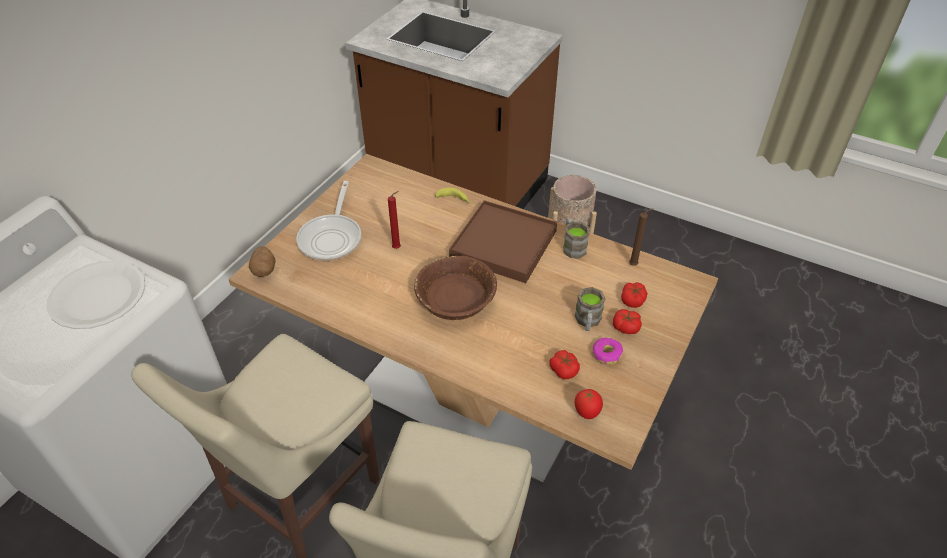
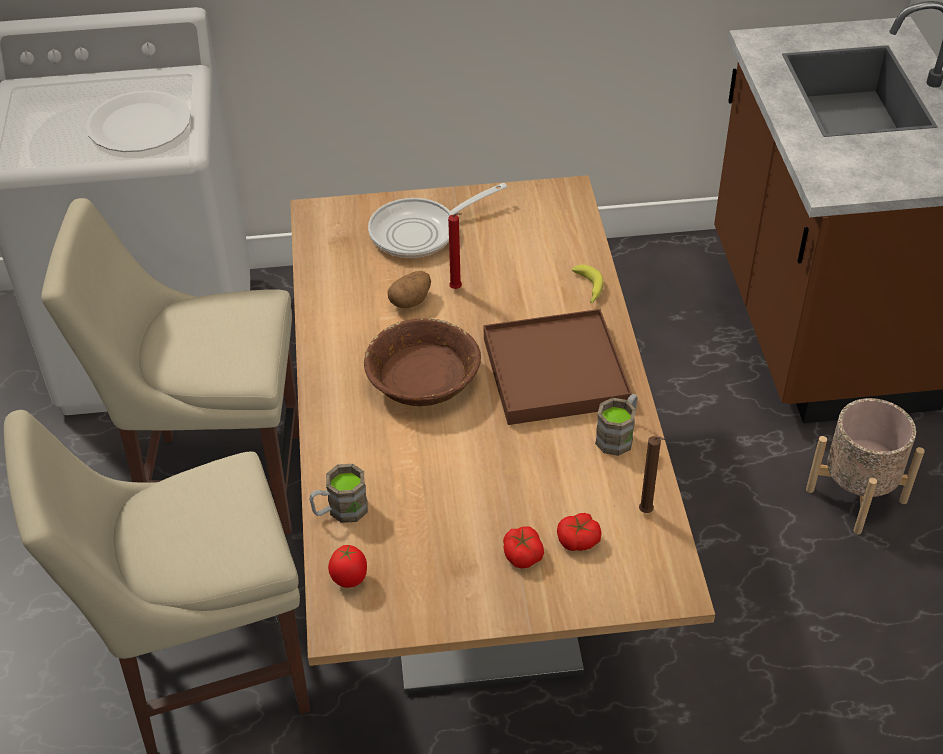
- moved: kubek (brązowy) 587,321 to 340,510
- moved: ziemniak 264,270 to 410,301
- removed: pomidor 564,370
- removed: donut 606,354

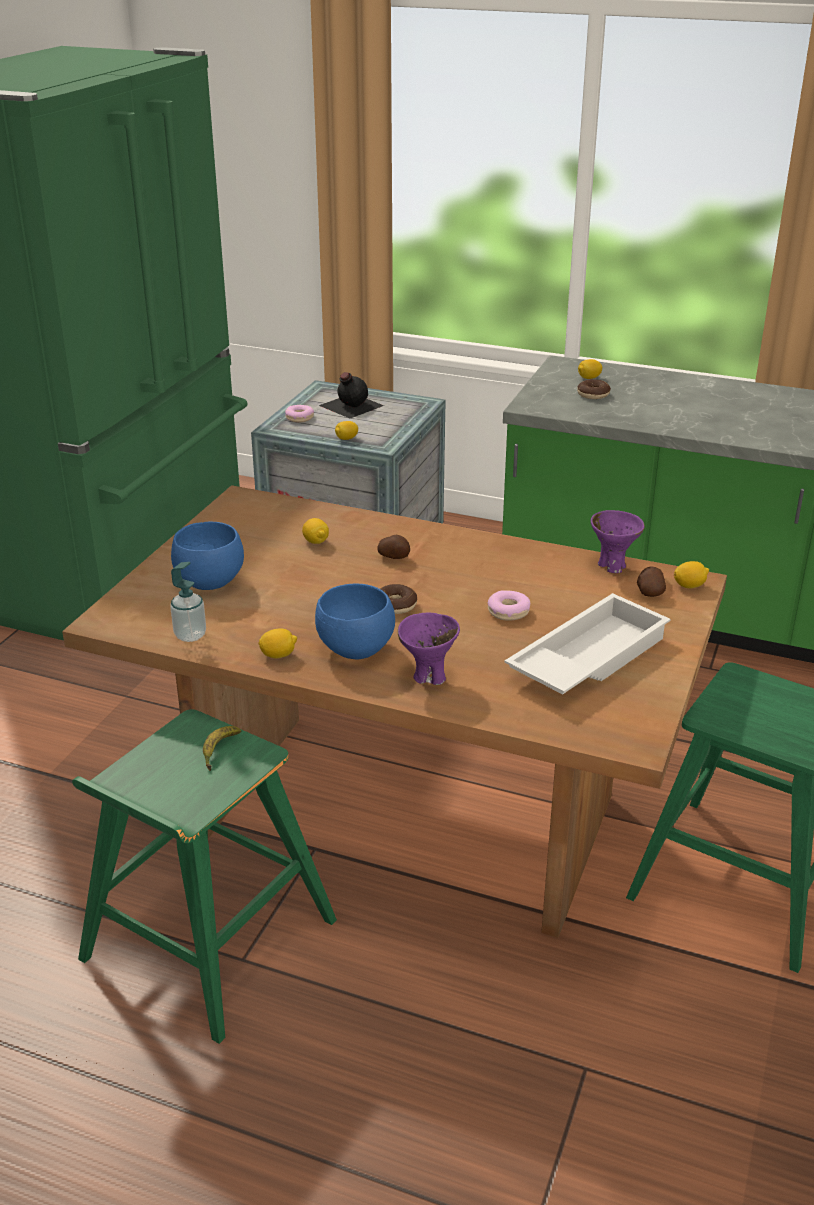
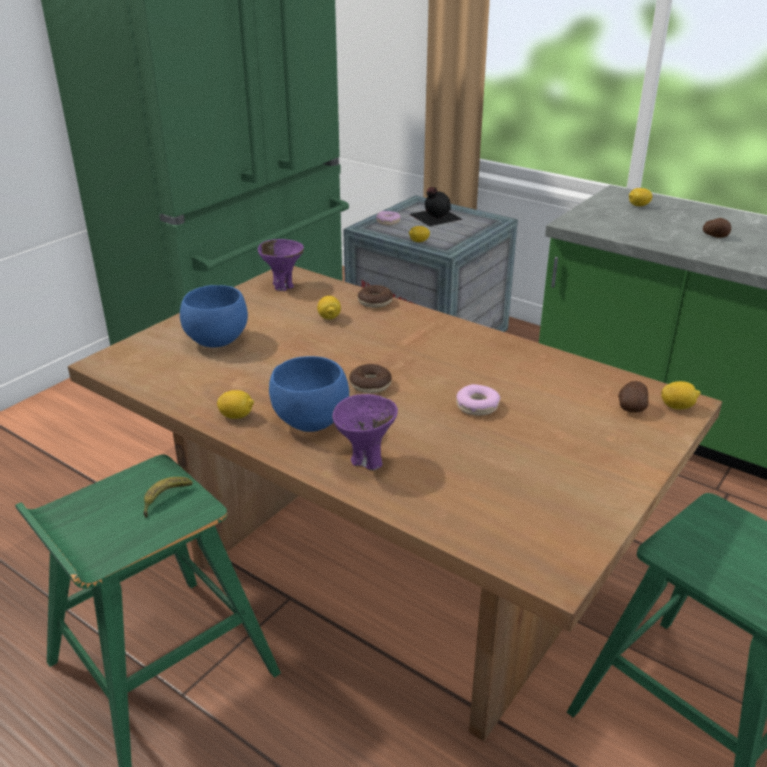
- moved: miska (fioletowy) 612,566 to 283,286
- moved: donut 593,394 to 375,302
- moved: ziemniak 394,557 to 715,236
- removed: dozownik mydła 190,635
- removed: taca (biały) 586,657

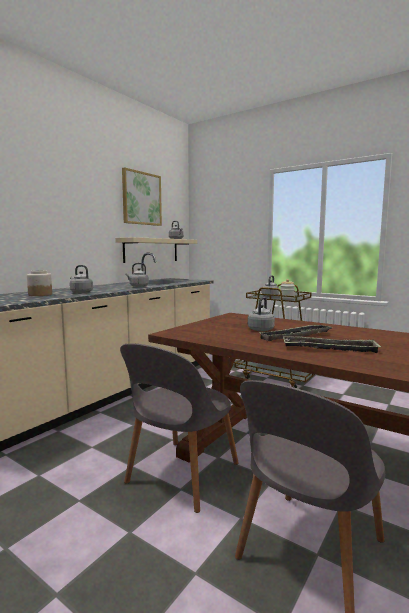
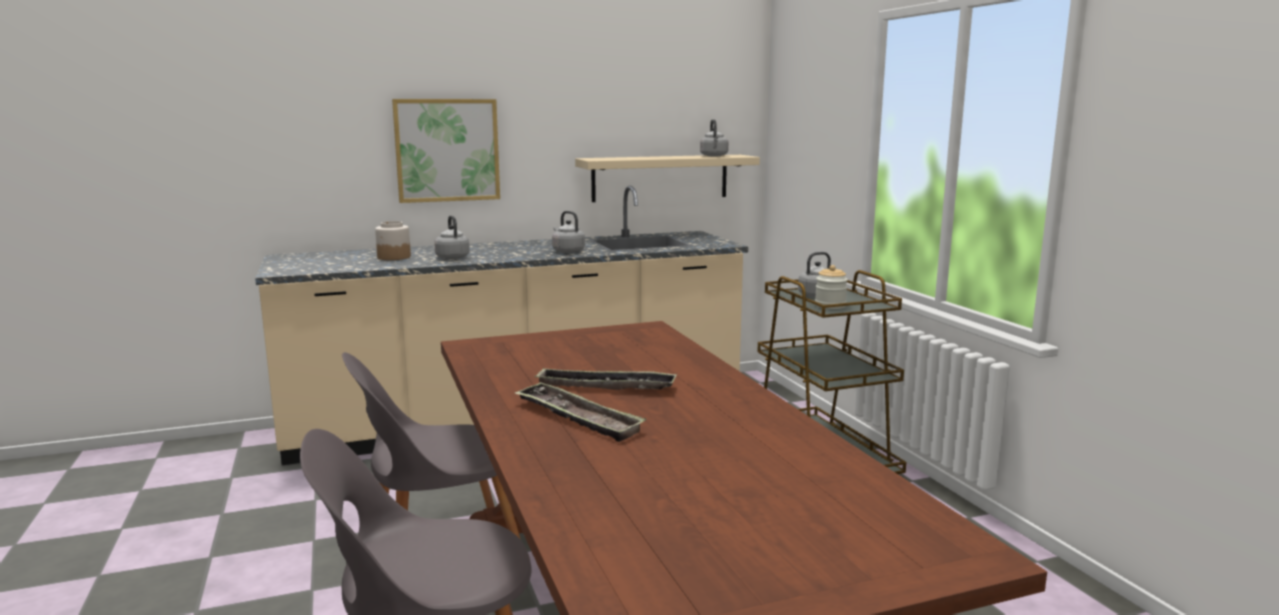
- moved: obraz 141,198 to 447,150
- removed: czajnik (szary) 261,329

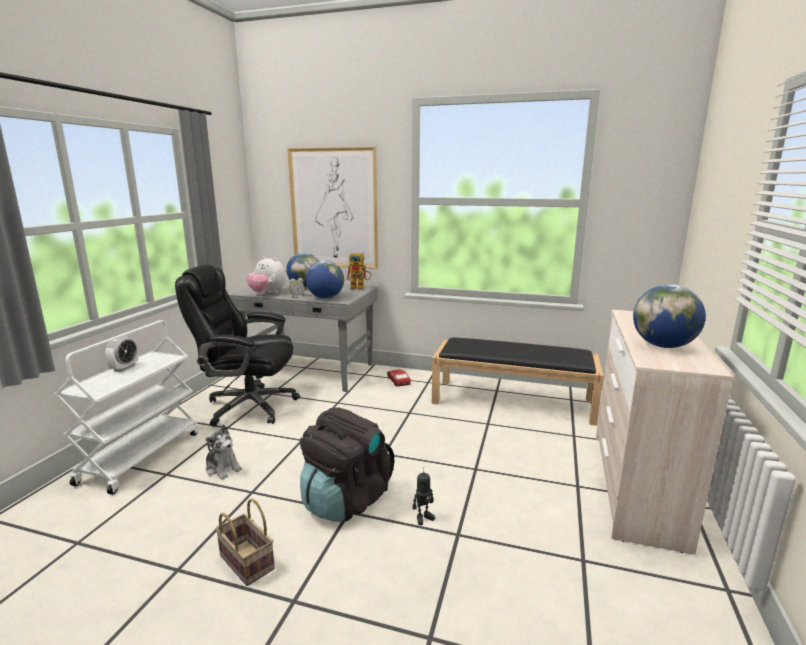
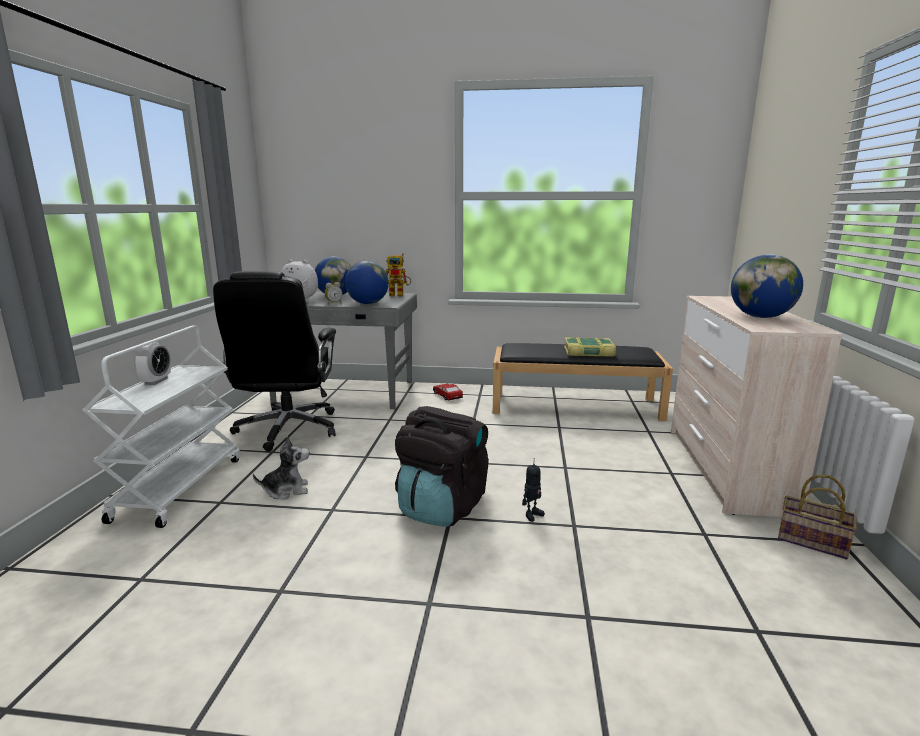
- turned: krzesło biurowe (czarny) 248,406 = 288,429 90 degrees counterclockwise
- turned: pluszak 223,468 = 286,490 45 degrees counterclockwise
- added: książka 588,352
- moved: koszyk 245,562 to 810,541
- removed: obraz 333,208

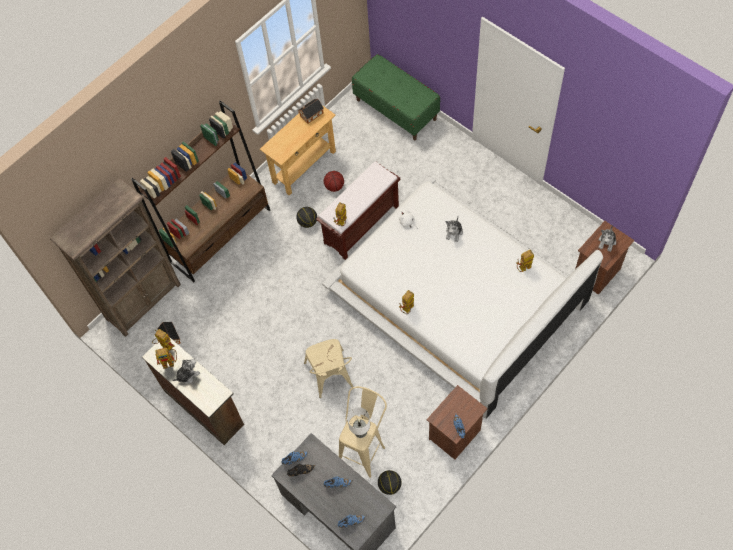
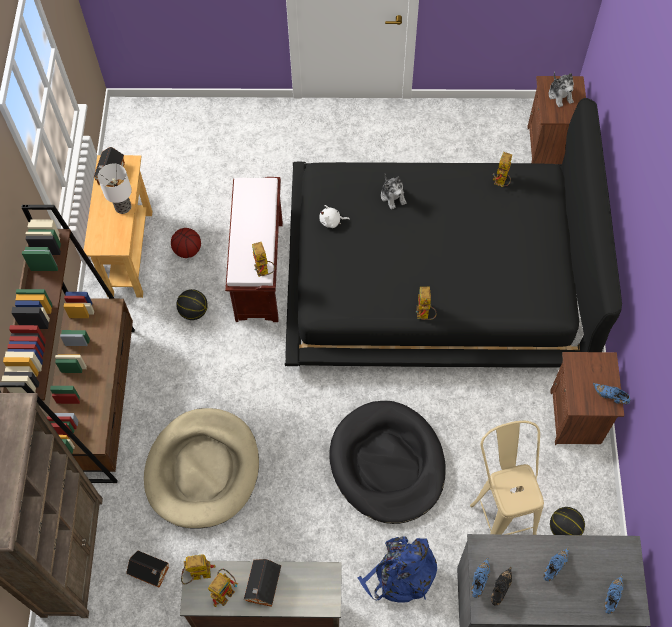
- moved: lampa stołowa 360,431 to 122,206
- added: legowisko (beżowy) 203,470
- replaced: pluszak 187,374 to domek 263,587
- recoloured: łóżko (biały) 457,297 to łóżko (czarny) 437,272
- replaced: krzesło (beżowy) 331,378 to legowisko (czarny) 387,464
- added: plecak (niebieski) 400,574
- removed: ławka (zielony) 396,109

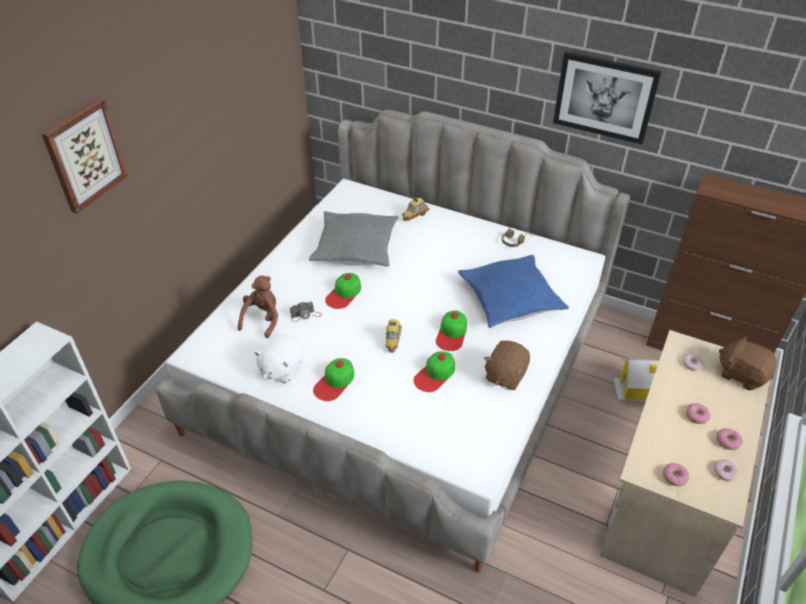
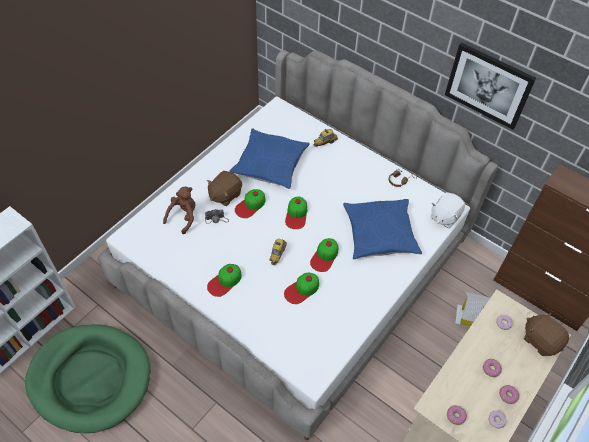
- moved: pluszak (brązowy) 505,375 to 225,195
- recoloured: poduszka (szary) 355,247 to poduszka (niebieski) 270,164
- added: czapka z daszkiem 296,214
- moved: pluszak (biały) 281,368 to 444,216
- removed: obraz 85,155

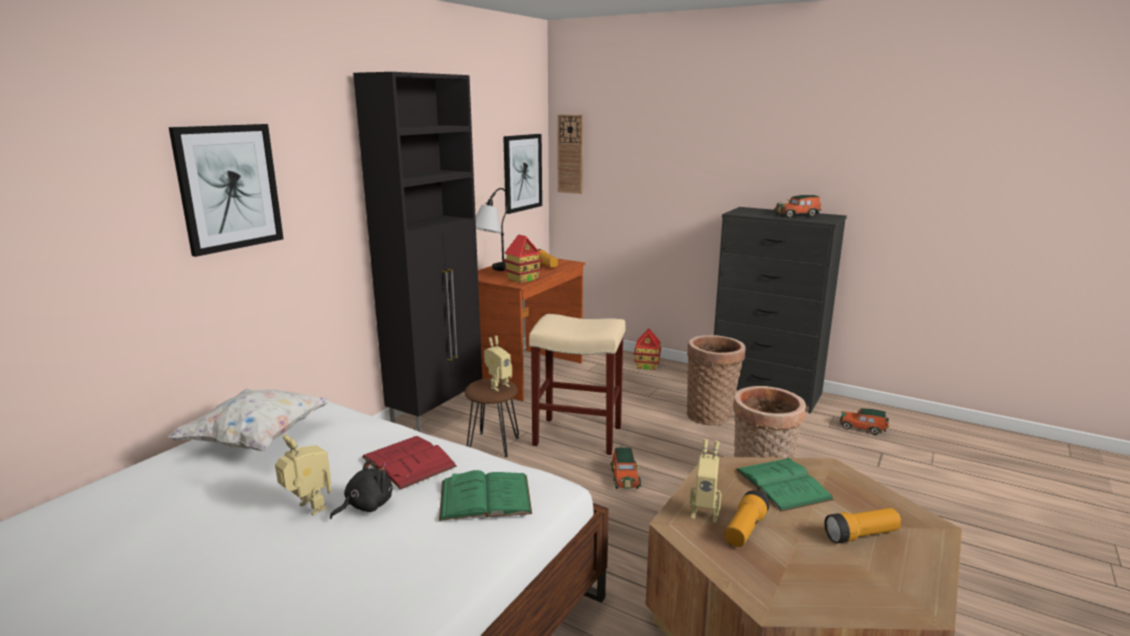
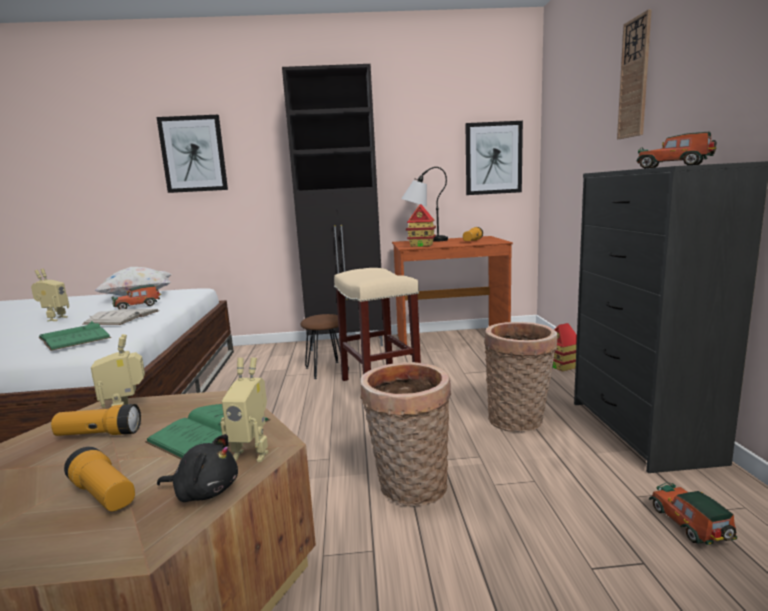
- recoloured: książka (czerwony) 408,462 to książka (biały) 122,317
- moved: samochodzik 624,478 to 138,306
- moved: pluszak (czarny) 366,506 to 204,491
- moved: robot zabawkowy 498,386 to 252,453
- moved: zegar ścienny 570,154 to 634,78

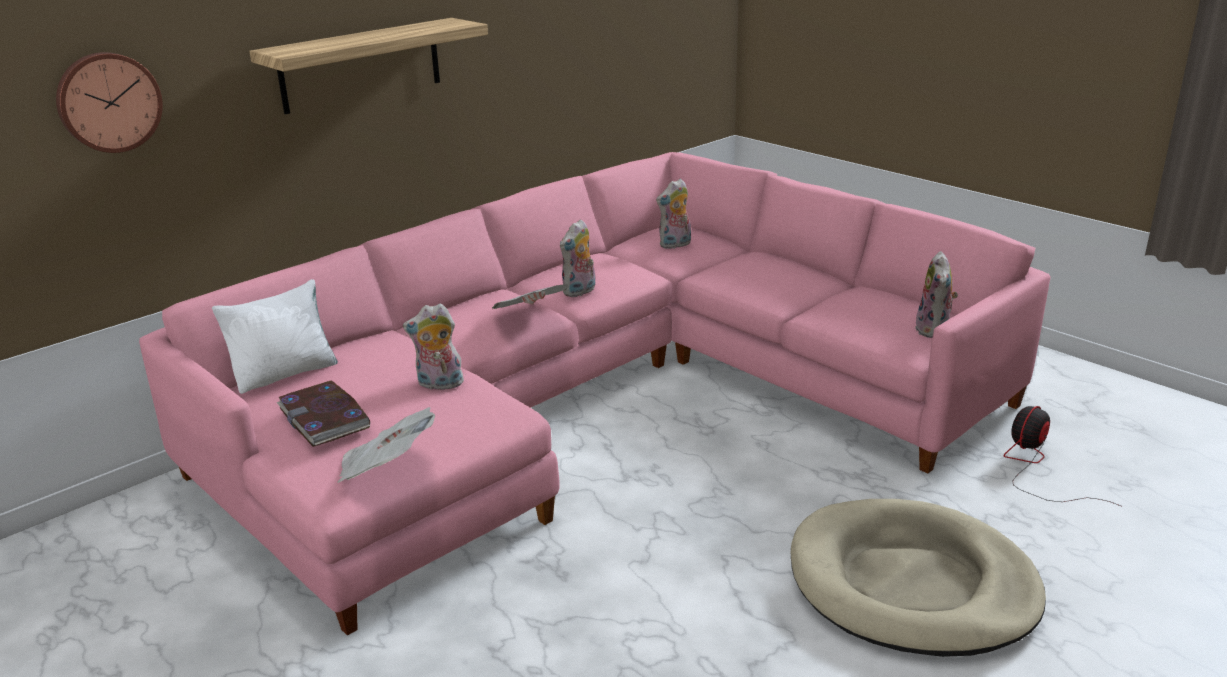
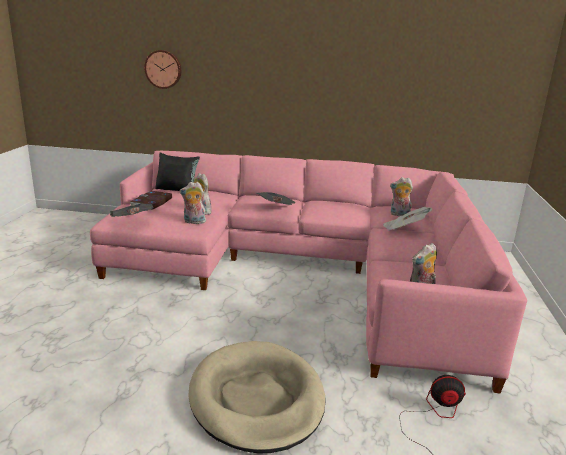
- recoloured: poduszka (biały) 285,374 to poduszka (czarny) 177,190
- moved: pluszak 580,292 to 193,222
- added: gazeta 404,229
- removed: półka 361,65

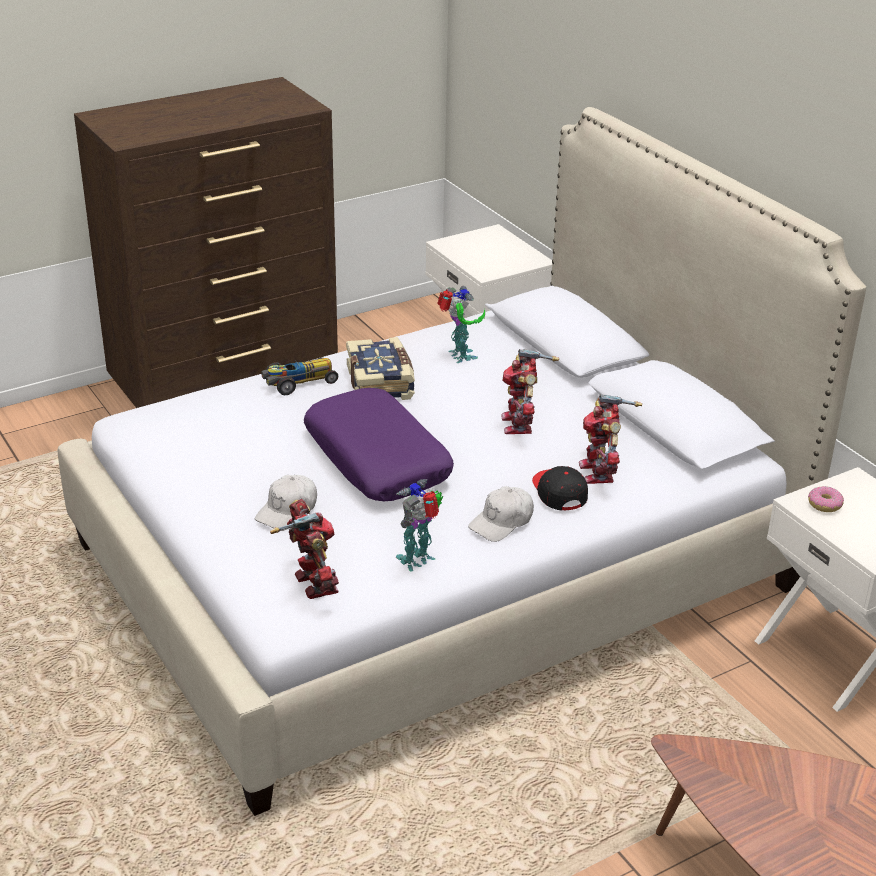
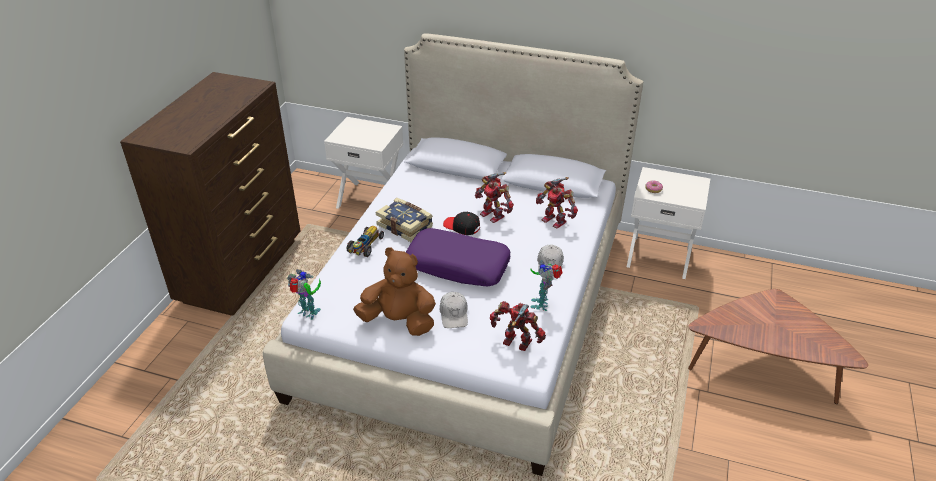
- moved: robot zabawkowy 460,356 to 308,313
- added: pluszak (brązowy) 399,321
- moved: czapka z daszkiem (czarny) 558,493 to 462,227

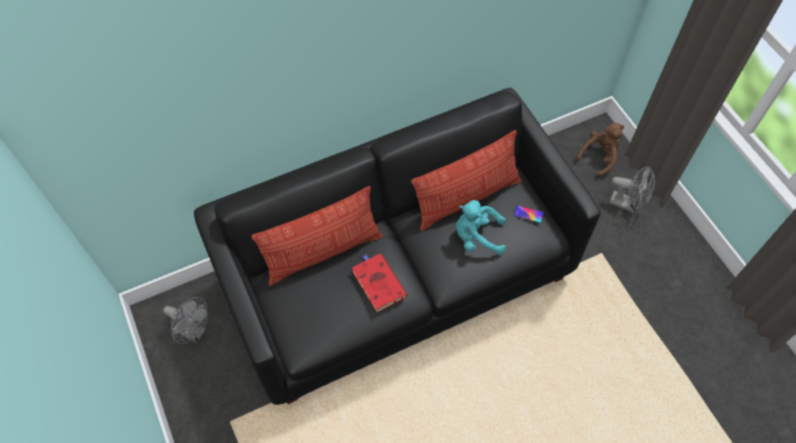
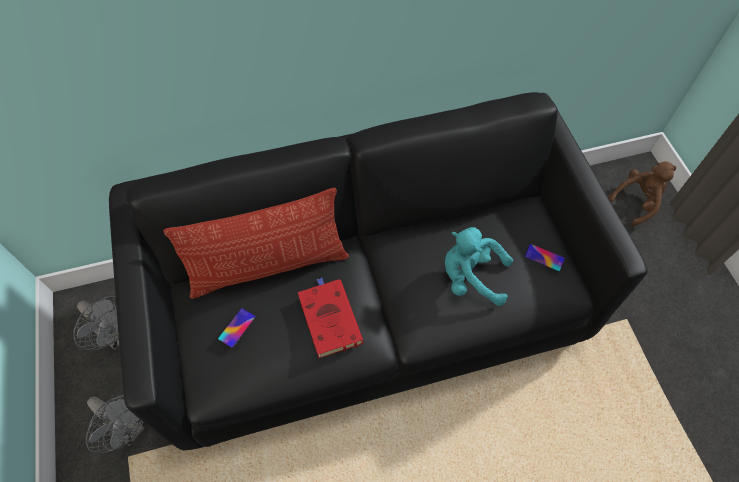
- moved: wentylator (szary) 627,204 to 130,430
- added: telefon 237,328
- removed: poduszka 466,198

